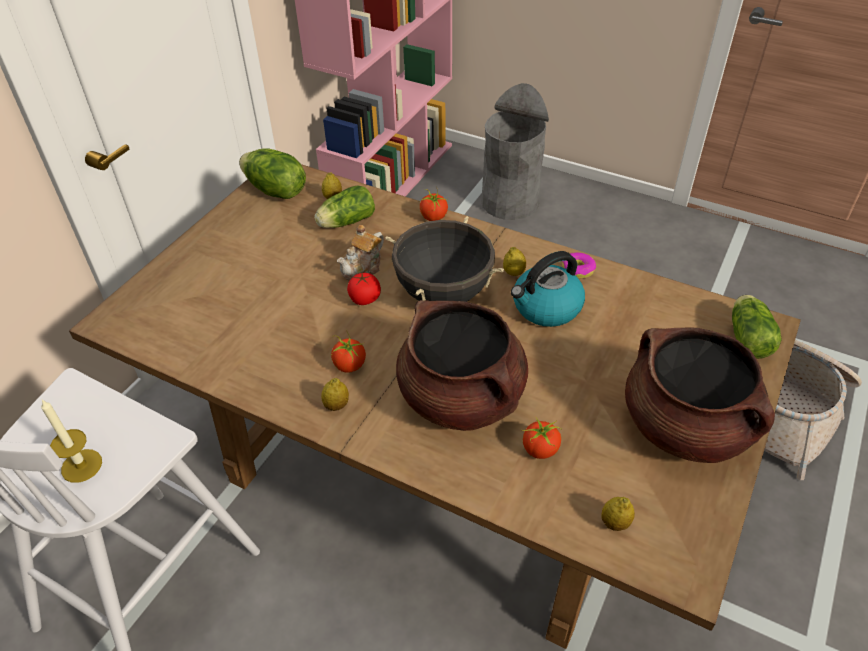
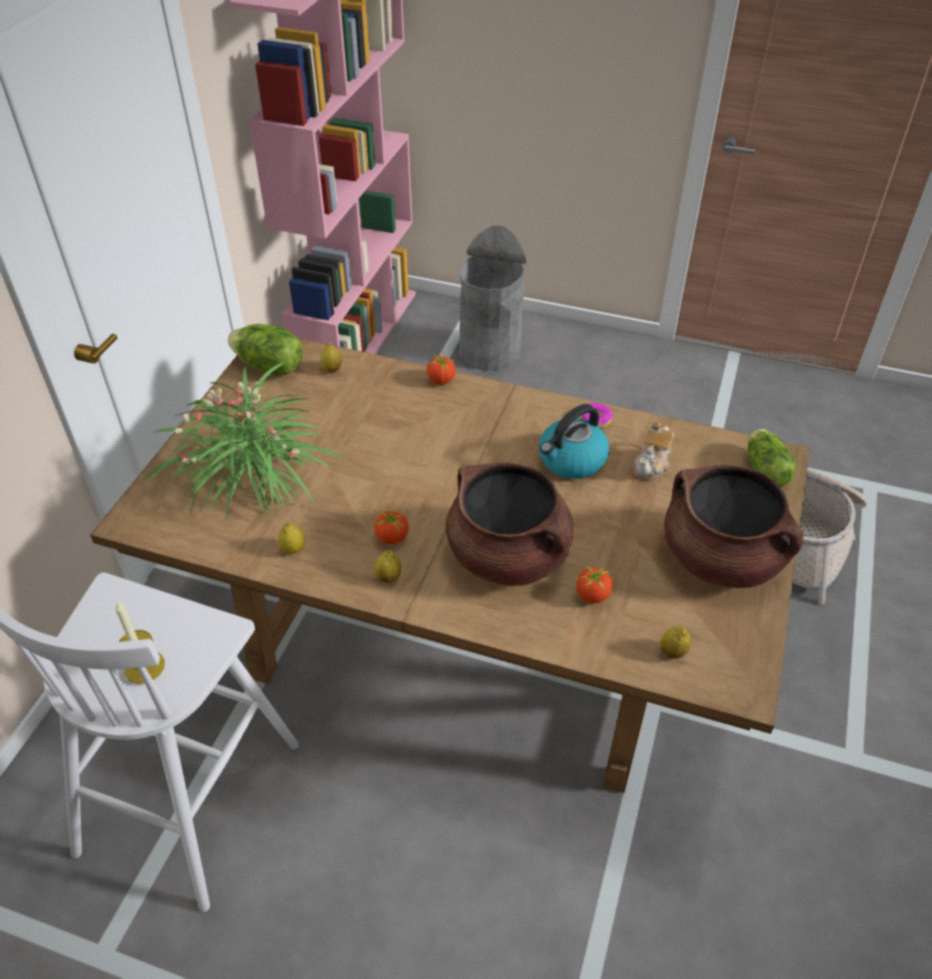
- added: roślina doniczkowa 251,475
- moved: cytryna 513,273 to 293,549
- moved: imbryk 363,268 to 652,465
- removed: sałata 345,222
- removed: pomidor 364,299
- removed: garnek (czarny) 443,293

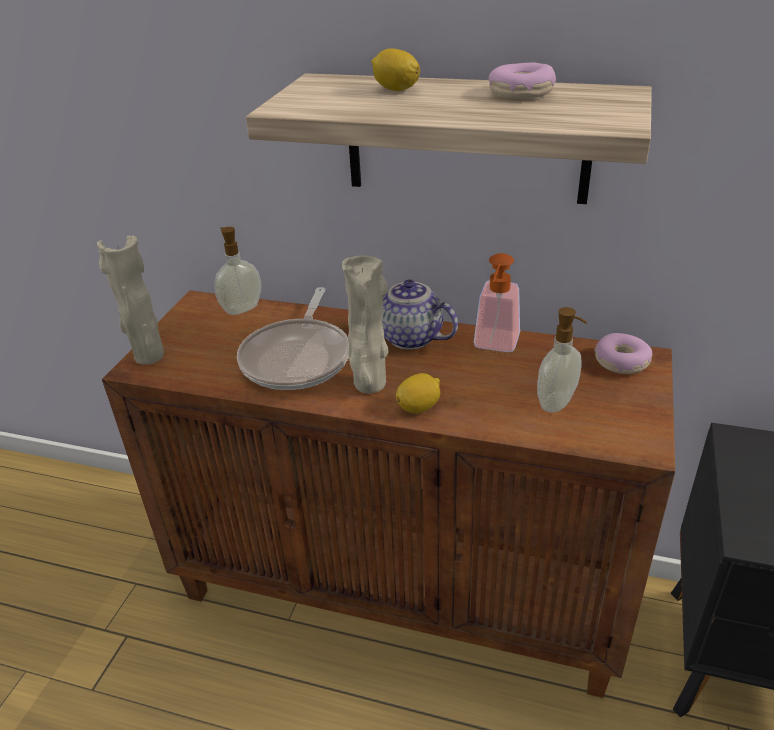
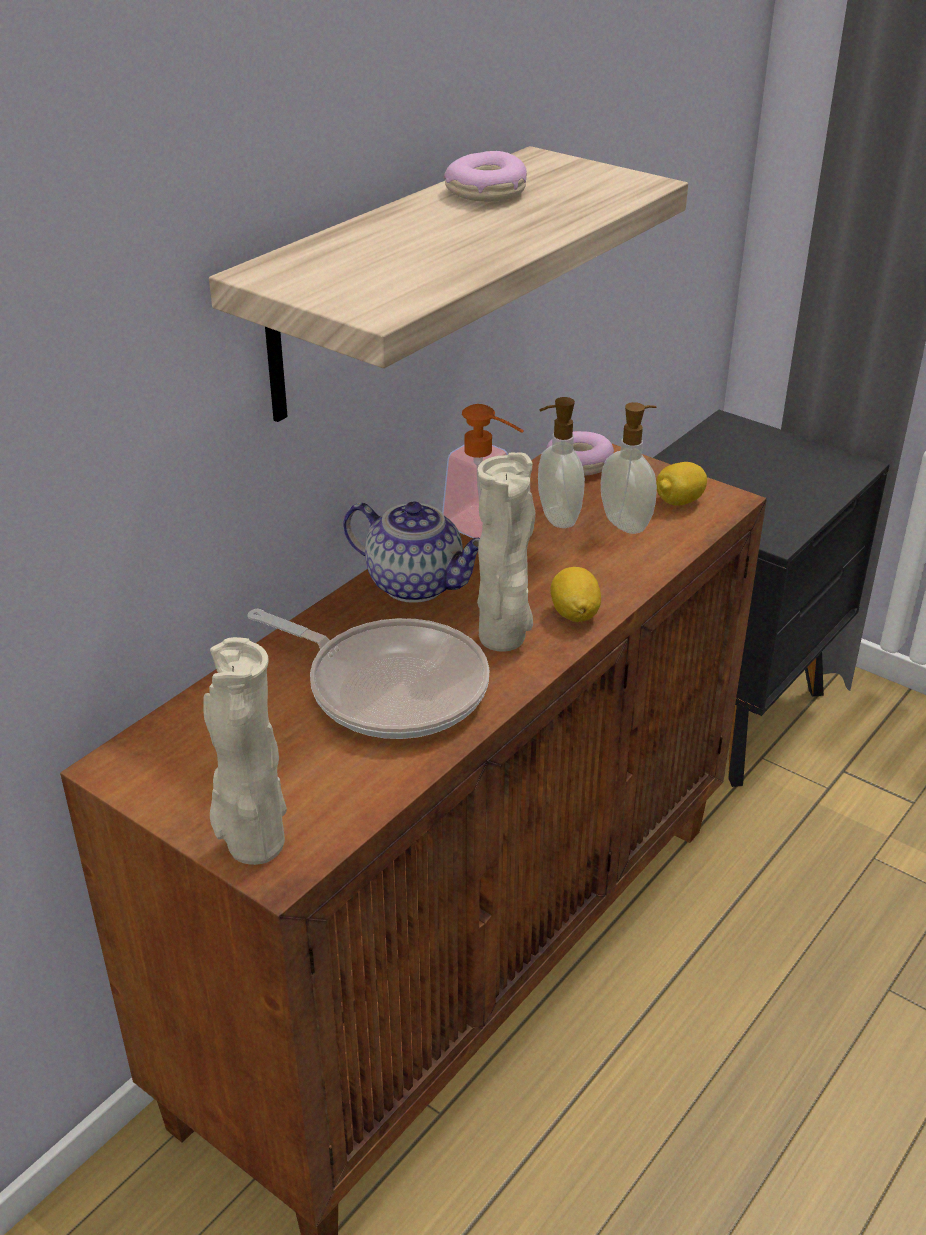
- turned: imbryk 409,338 = 417,584 120 degrees counterclockwise
- moved: dozownik mydła 241,308 to 557,518
- moved: cytryna 396,89 to 679,502

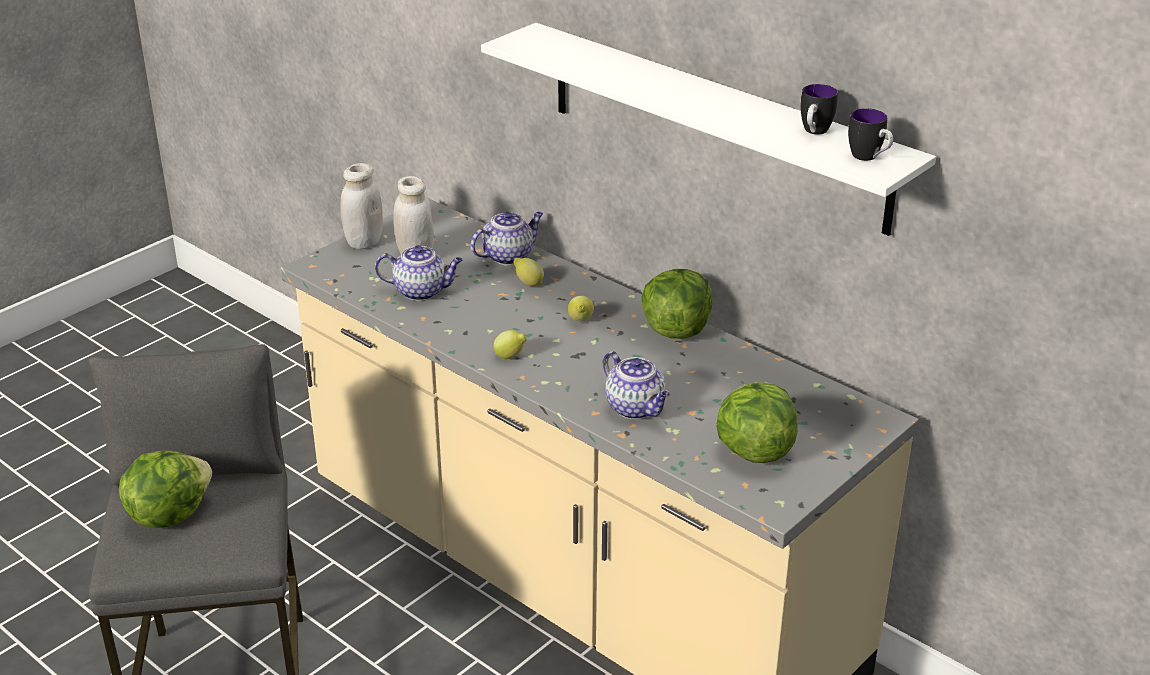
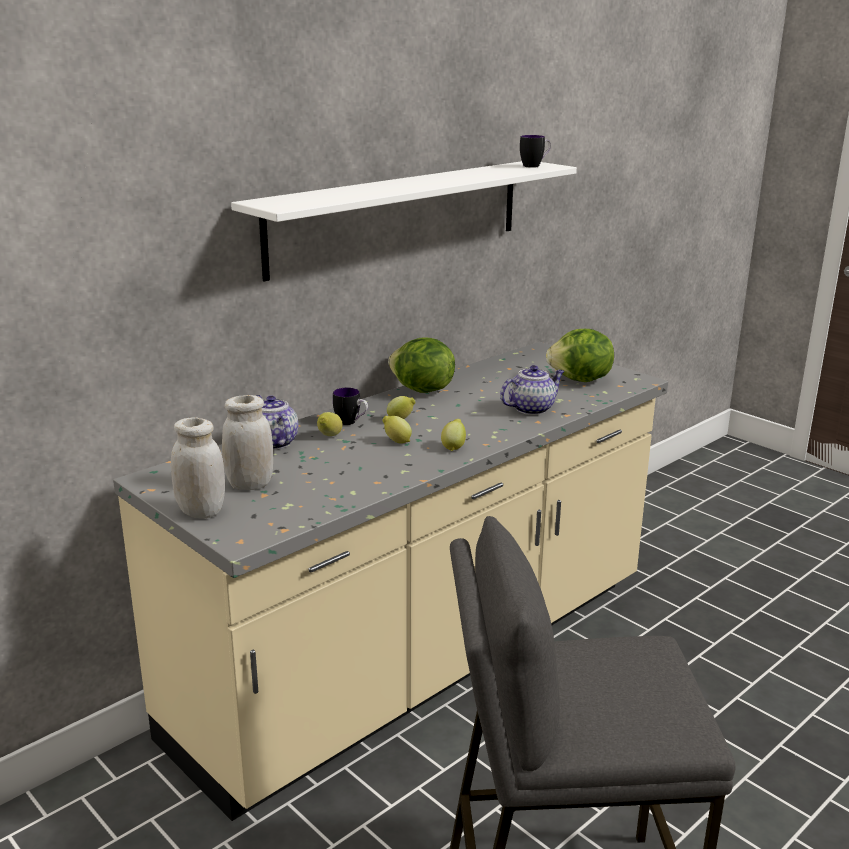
- moved: kubek 814,132 to 351,423
- added: cytryna 396,441
- removed: sałata 168,514
- removed: imbryk 422,291

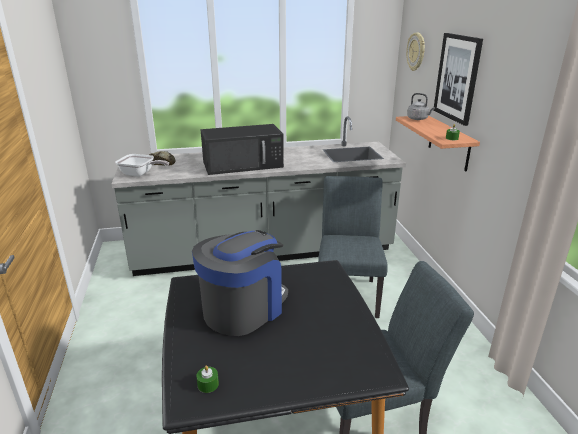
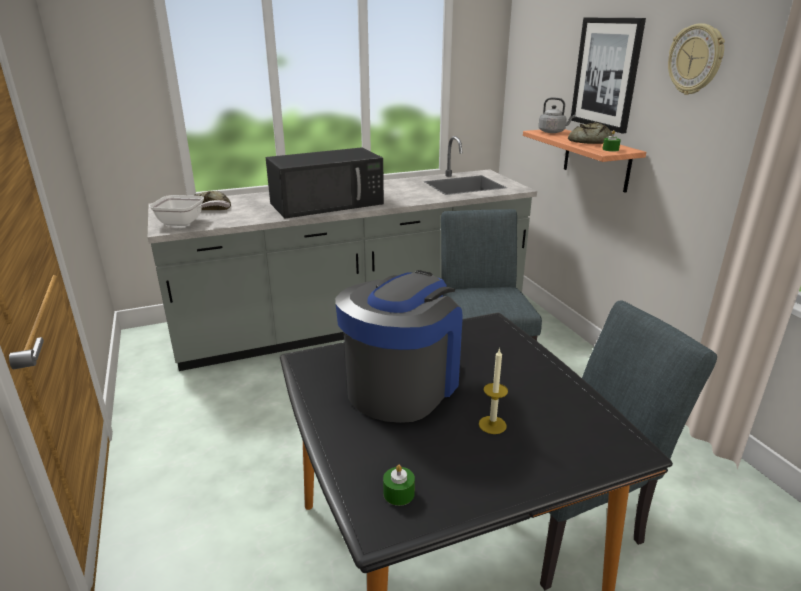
- added: świeca 492,425
- added: chleb 588,141
- moved: zegar ścienny 416,51 to 695,59

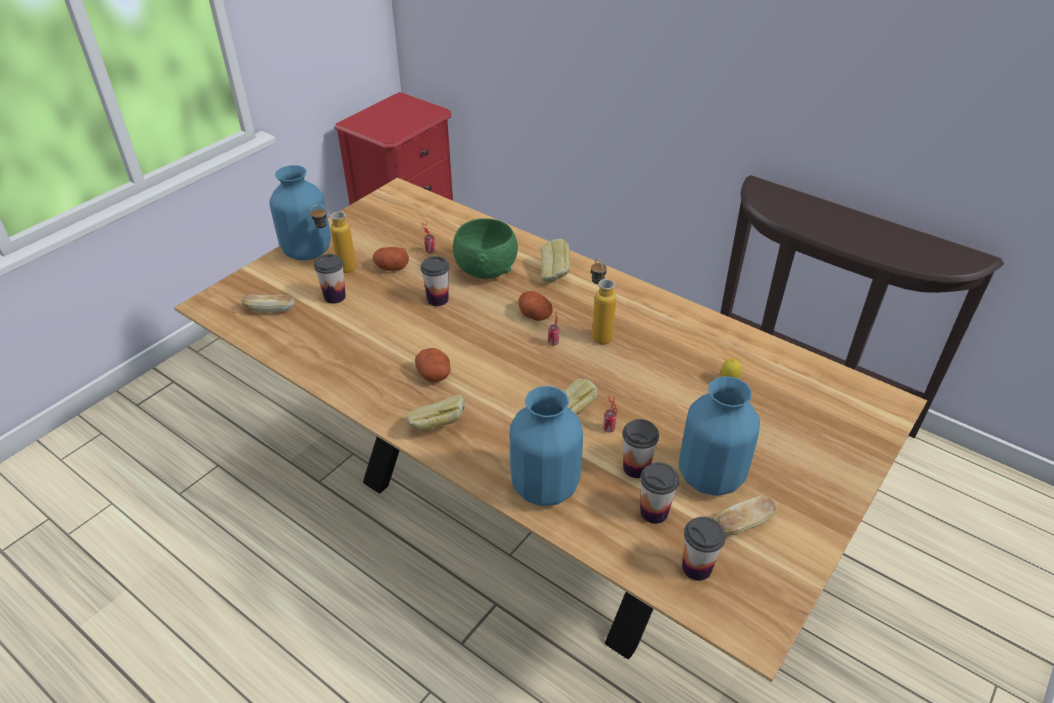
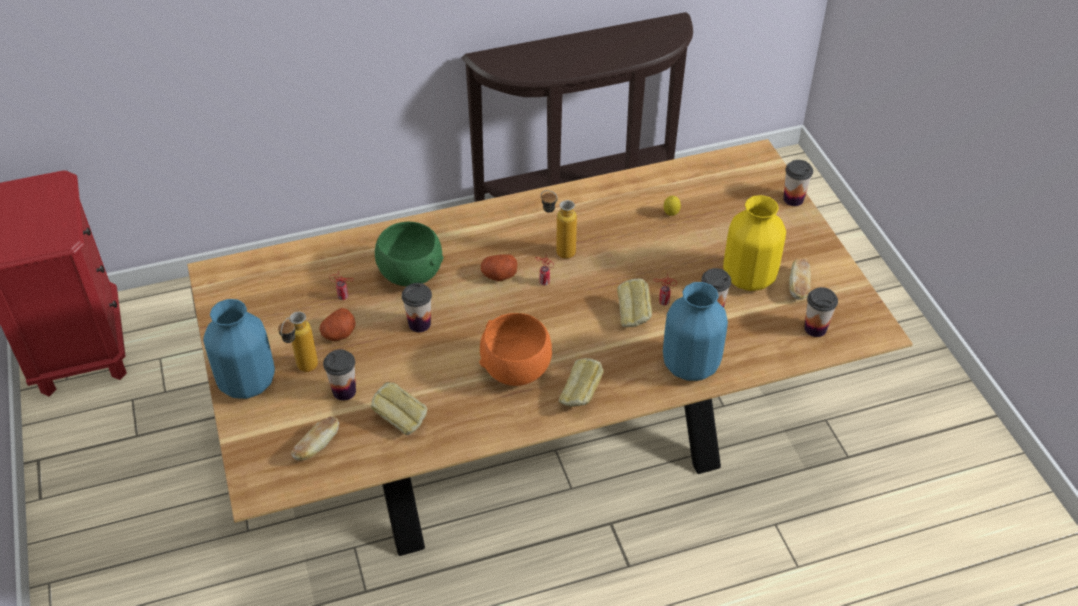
- moved: chleb 554,274 to 401,420
- replaced: ziemniak 435,375 to miska (pomarańczowy) 517,370
- recoloured: wazon (niebieski) 711,477 to wazon (żółty) 750,278
- moved: filiżanka 654,512 to 793,199

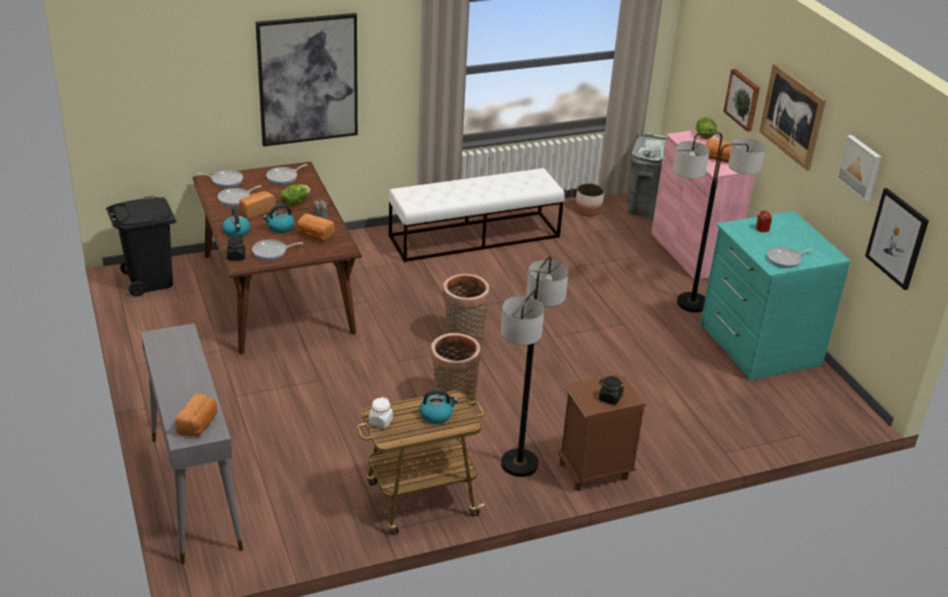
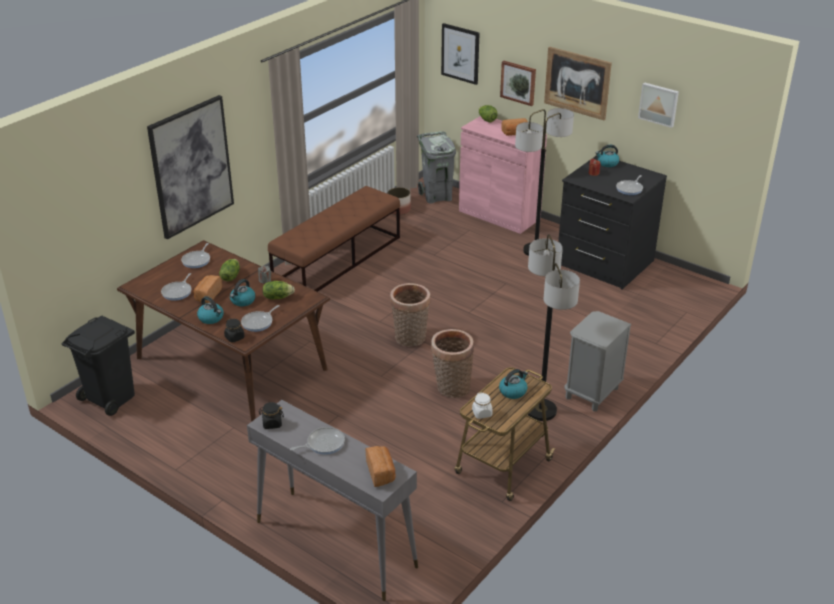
- moved: słoik (czarny) 609,398 to 272,423
- replaced: chleb 314,236 to sałata 277,297
- recoloured: ławka (biały) 475,236 to ławka (brązowy) 338,260
- moved: patelnia 225,180 to 323,443
- moved: obraz 897,238 to 460,53
- recoloured: komoda (turkusowy) 758,345 to komoda (czarny) 604,263
- recoloured: szafka nocna (brązowy) 593,471 to szafka nocna (szary) 592,393
- added: czajnik 607,163

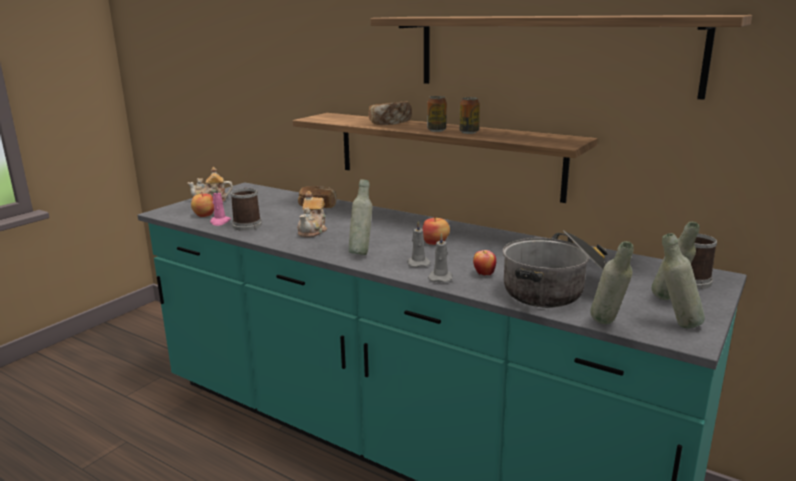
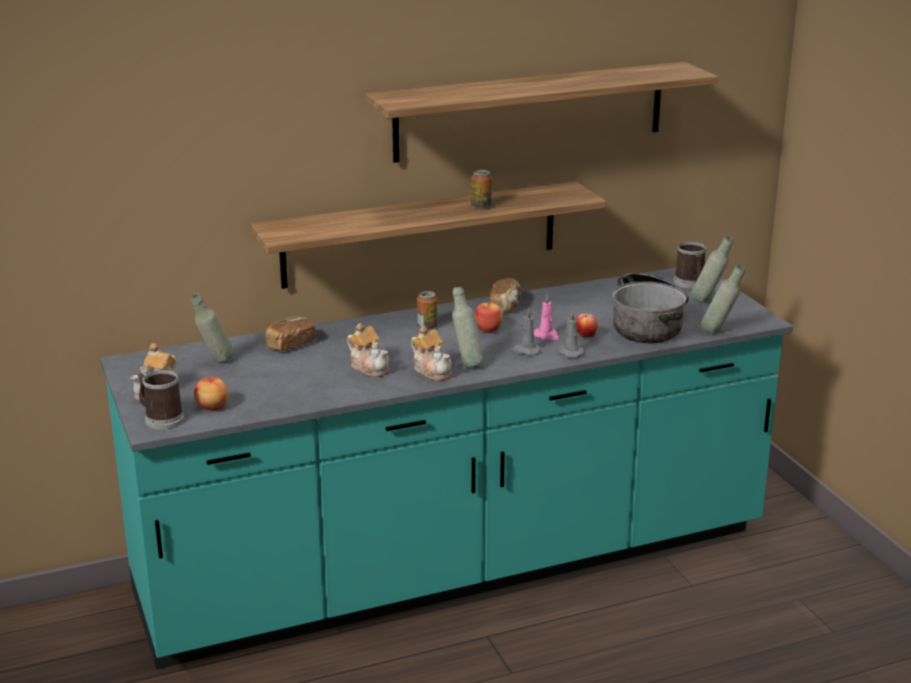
- moved: kubek 247,224 to 161,419
- moved: butelka (szary) 676,325 to 215,363
- added: imbryk 432,370
- moved: puszka 436,130 to 427,326
- moved: chleb 390,123 to 506,306
- moved: świeca (różowy) 220,222 to 547,336

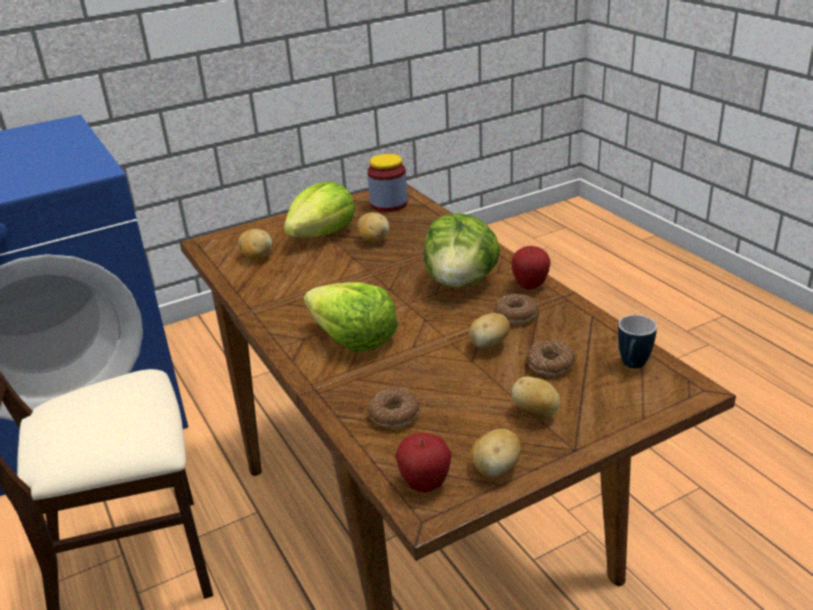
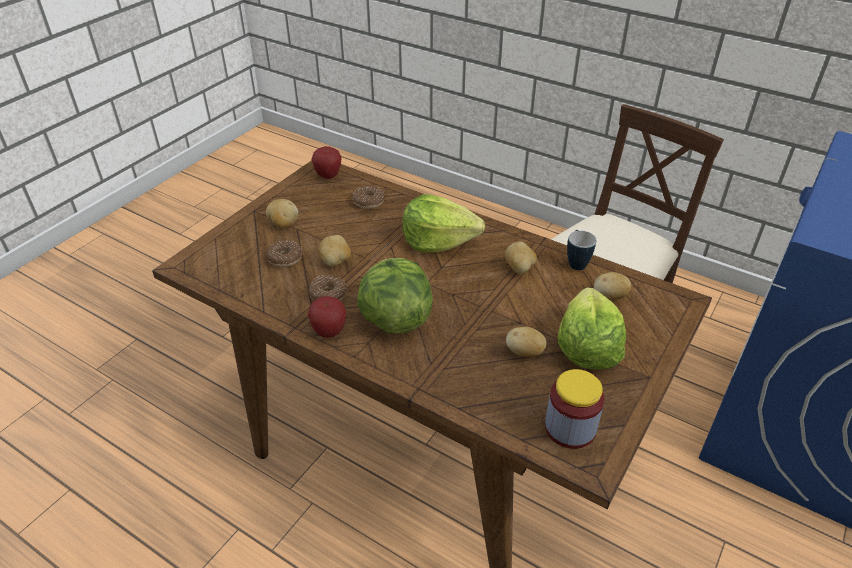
- moved: ziemniak 496,469 to 519,269
- moved: kubek 632,367 to 576,262

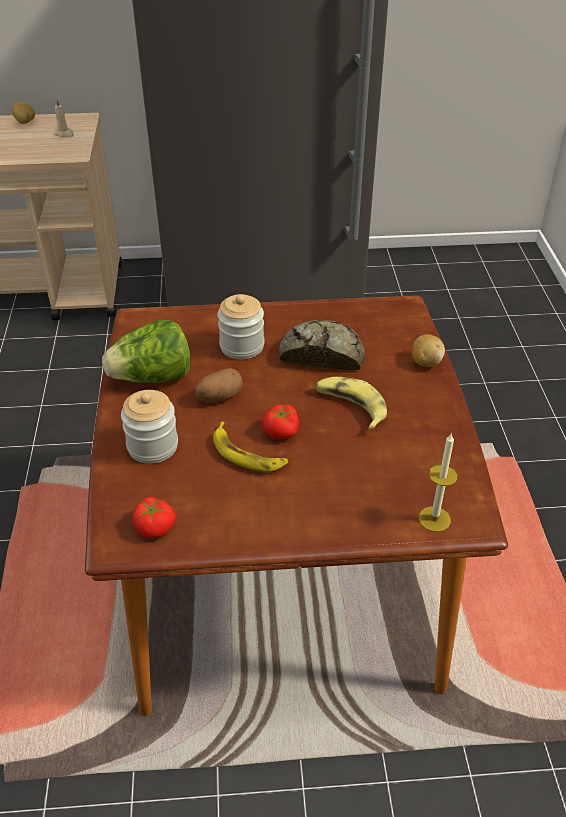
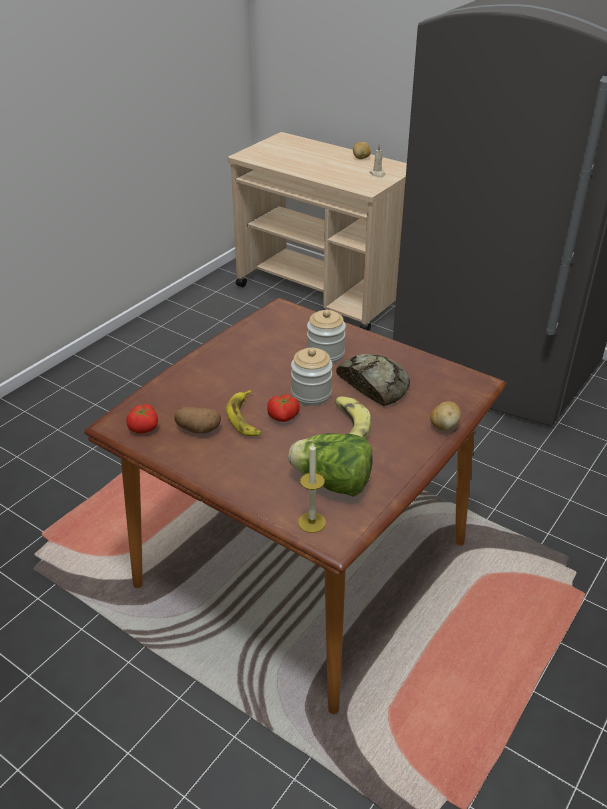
- moved: ziemniak 219,396 to 198,429
- moved: sałata 153,377 to 332,483
- moved: słoik 152,446 to 311,394

